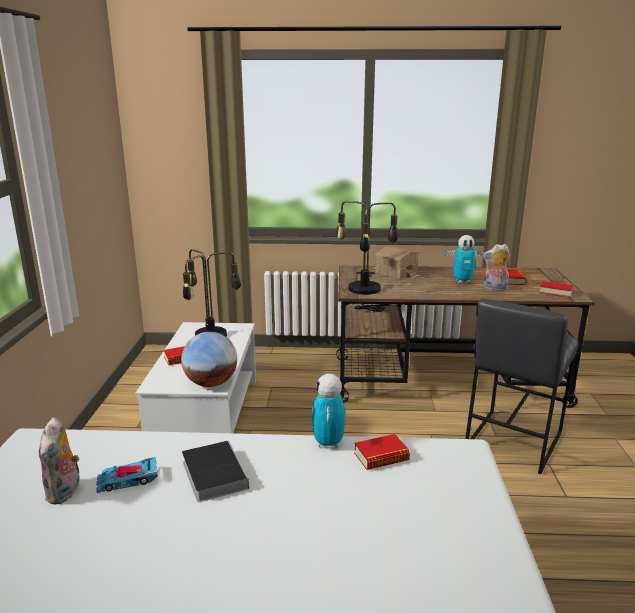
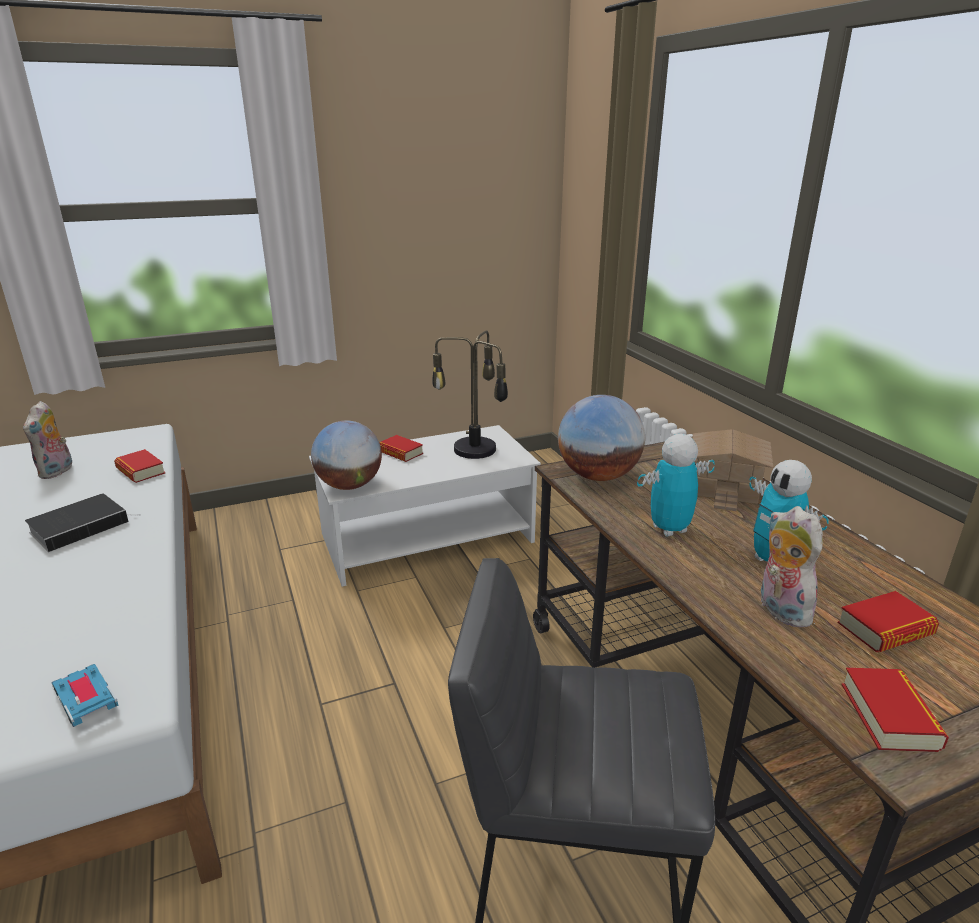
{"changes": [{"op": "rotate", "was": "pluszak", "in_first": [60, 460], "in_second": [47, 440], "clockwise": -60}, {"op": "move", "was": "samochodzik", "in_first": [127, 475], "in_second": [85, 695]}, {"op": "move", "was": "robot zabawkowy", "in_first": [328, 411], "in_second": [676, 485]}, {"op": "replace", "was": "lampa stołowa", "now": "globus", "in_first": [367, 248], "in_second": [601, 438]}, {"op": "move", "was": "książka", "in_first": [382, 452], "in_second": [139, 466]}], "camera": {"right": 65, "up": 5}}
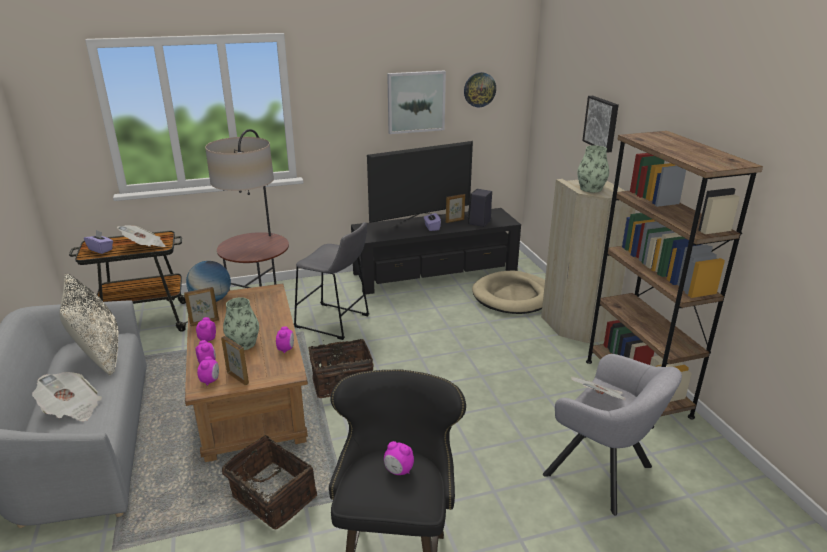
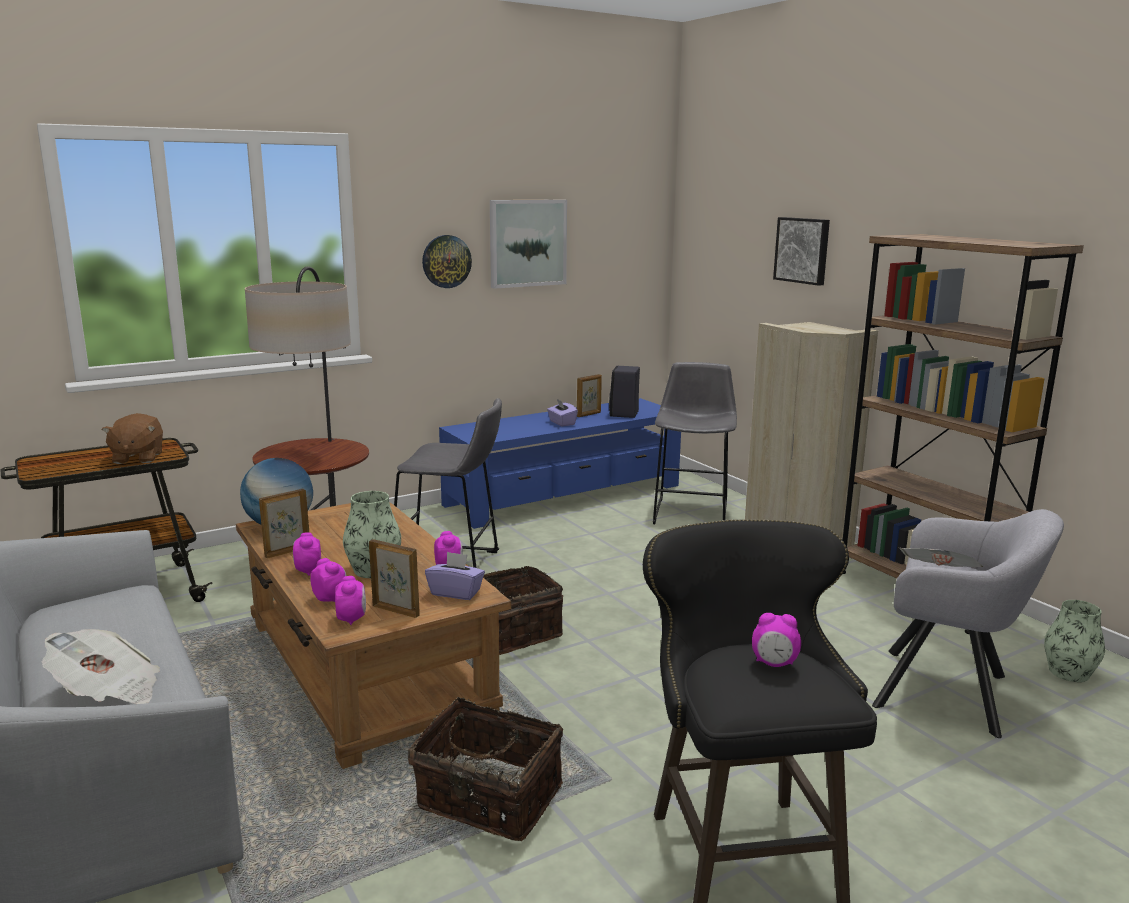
{"changes": [{"op": "delete", "was": "poduszka [beżowy]", "in_first": [89, 324]}, {"op": "move", "was": "pudełko chusteczek [fioletowy]", "in_first": [98, 242], "in_second": [455, 575]}, {"op": "replace", "was": "gazeta", "now": "pluszak [brązowy]", "in_first": [141, 236], "in_second": [132, 438]}, {"op": "recolor", "was": "szafka pod telewizor [czarny]", "now": "szafka pod telewizor [niebieski]", "in_first": [436, 251], "in_second": [560, 463]}, {"op": "delete", "was": "telewizor", "in_first": [420, 184]}, {"op": "move", "was": "zegar ścienny", "in_first": [480, 90], "in_second": [447, 261]}, {"op": "replace", "was": "legowisko [beżowy]", "now": "stołek [szary]", "in_first": [508, 292], "in_second": [695, 443]}, {"op": "move", "was": "wazon", "in_first": [593, 169], "in_second": [1074, 641]}], "camera": {"right": -15, "up": -10}}
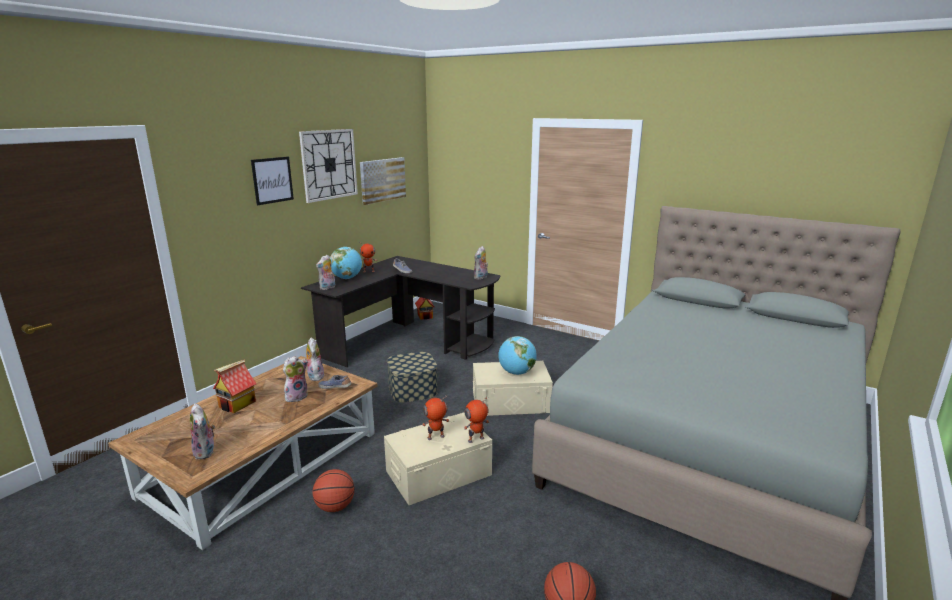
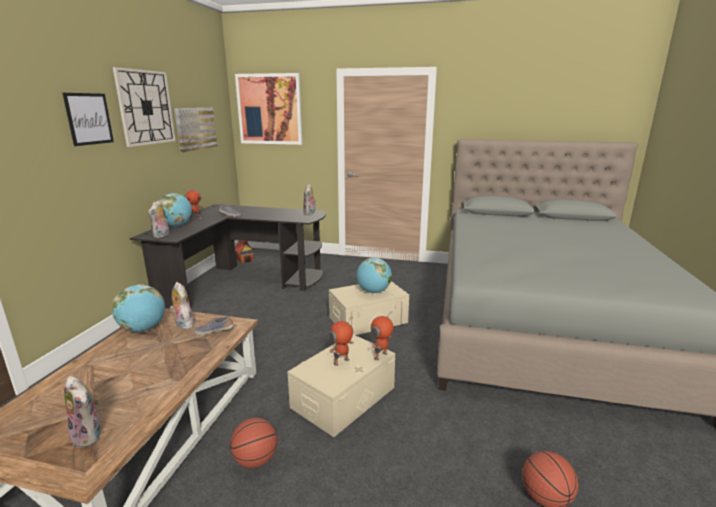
{"changes": [{"op": "delete", "was": "domek", "in_first": [234, 386]}, {"op": "delete", "was": "pluszak", "in_first": [295, 379]}, {"op": "delete", "was": "pojemnik do przechowywania", "in_first": [412, 377]}, {"op": "insert", "now": "globus", "in_second": [138, 308]}, {"op": "insert", "now": "obraz", "in_second": [269, 109]}], "camera": {"right": -20, "up": 0}}
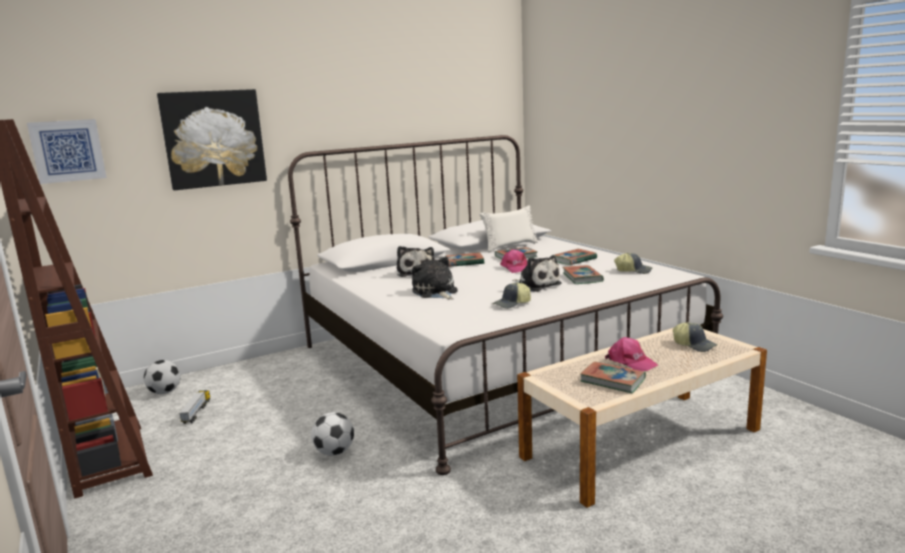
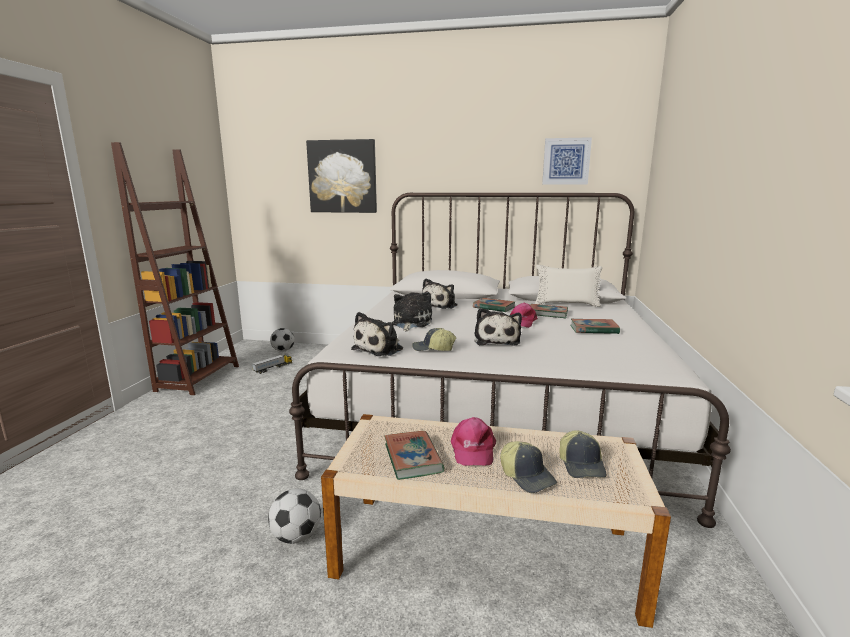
{"changes": [{"op": "move", "was": "obraz", "in_first": [67, 151], "in_second": [567, 161]}, {"op": "move", "was": "piłka futbolowa", "in_first": [332, 434], "in_second": [294, 516]}, {"op": "delete", "was": "książka", "in_first": [583, 274]}, {"op": "move", "was": "czapka z daszkiem", "in_first": [633, 263], "in_second": [528, 467]}, {"op": "insert", "now": "pluszak", "in_second": [377, 334]}], "camera": {"right": 40, "up": 0}}
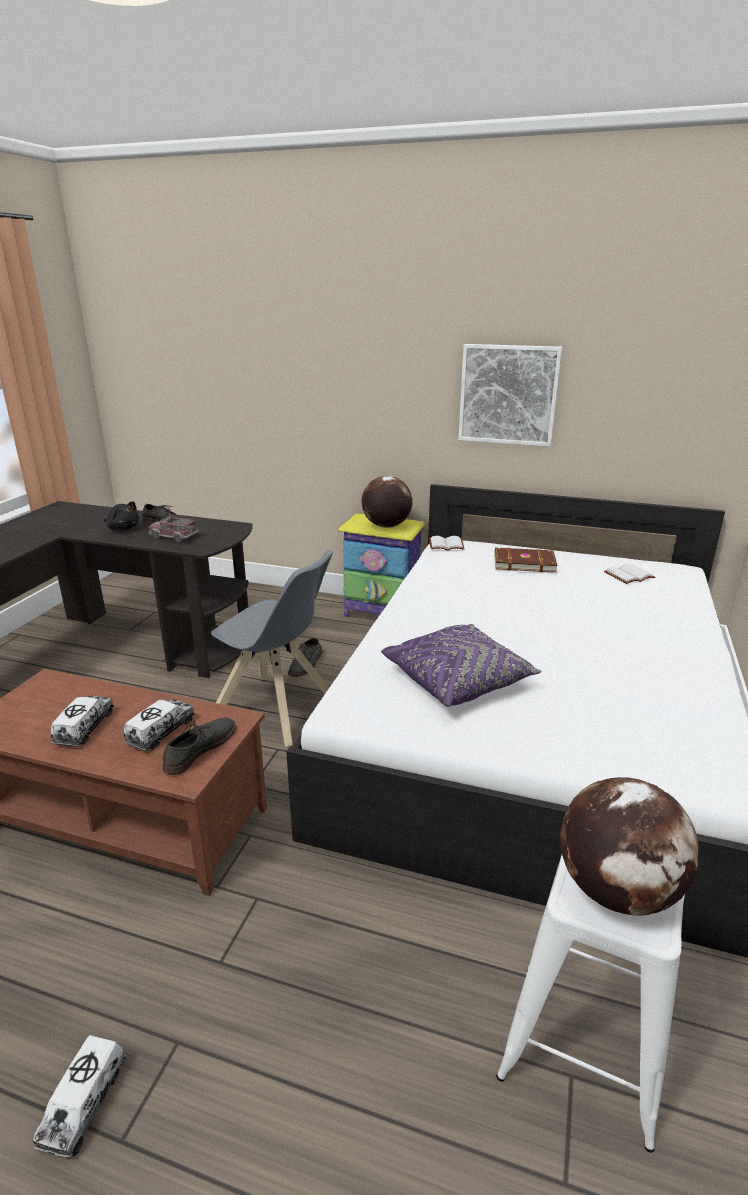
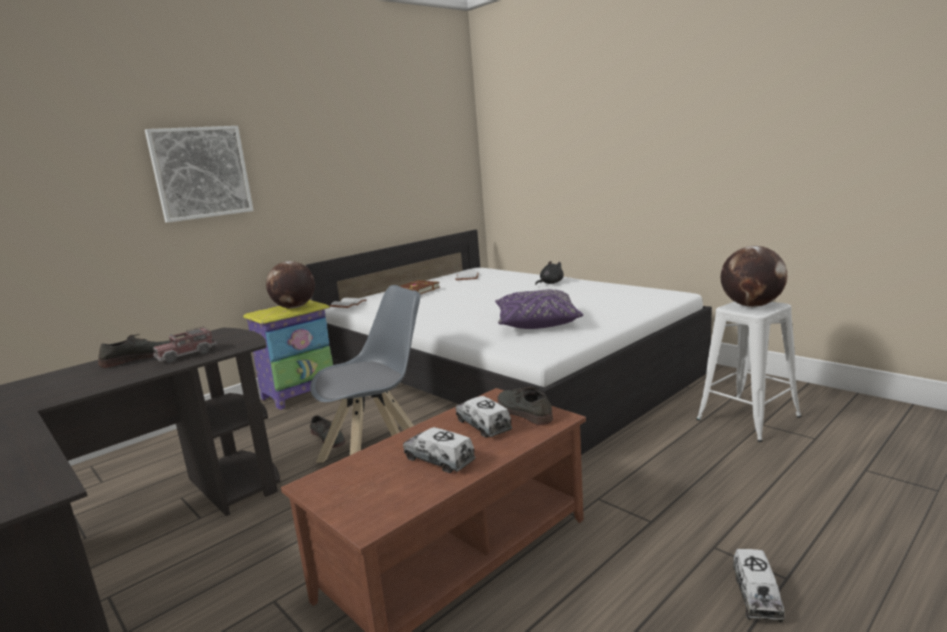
{"changes": [{"op": "rotate", "was": "ciężarówka zabawkowa", "in_first": [79, 1096], "in_second": [759, 585], "clockwise": 60}, {"op": "move", "was": "pluszak [czarny]", "in_first": [121, 515], "in_second": [549, 273]}, {"op": "move", "was": "obraz", "in_first": [510, 395], "in_second": [199, 174]}], "camera": {"right": -60, "up": -10}}
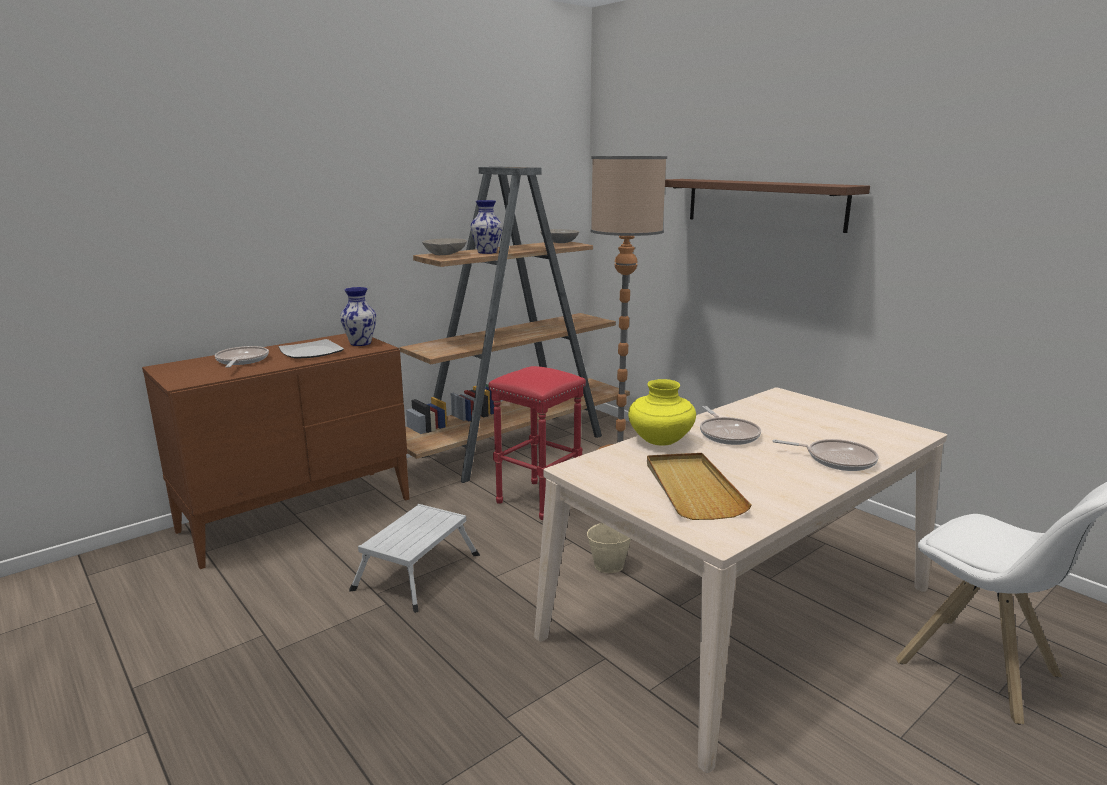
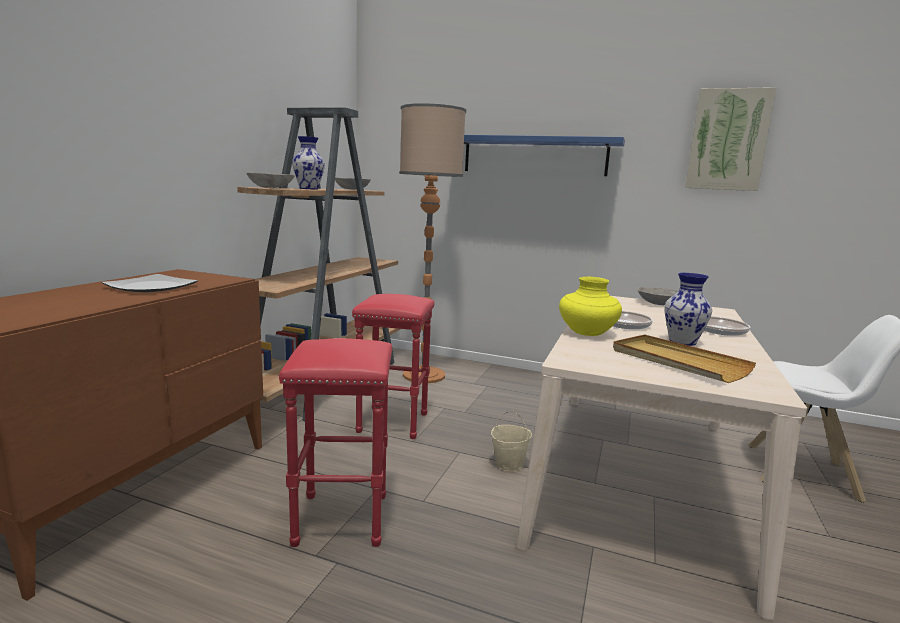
{"changes": [{"op": "delete", "was": "patelnia", "in_first": [242, 357]}, {"op": "move", "was": "wazon", "in_first": [358, 316], "in_second": [688, 309]}, {"op": "replace", "was": "drabinka [biały]", "now": "stołek [czerwony]", "in_first": [414, 558], "in_second": [335, 442]}, {"op": "recolor", "was": "półka [brązowy]", "now": "półka [niebieski]", "in_first": [767, 206], "in_second": [544, 155]}, {"op": "insert", "now": "miska [szary]", "in_second": [657, 296]}, {"op": "insert", "now": "obraz", "in_second": [730, 139]}], "camera": {"right": -30, "up": -5}}
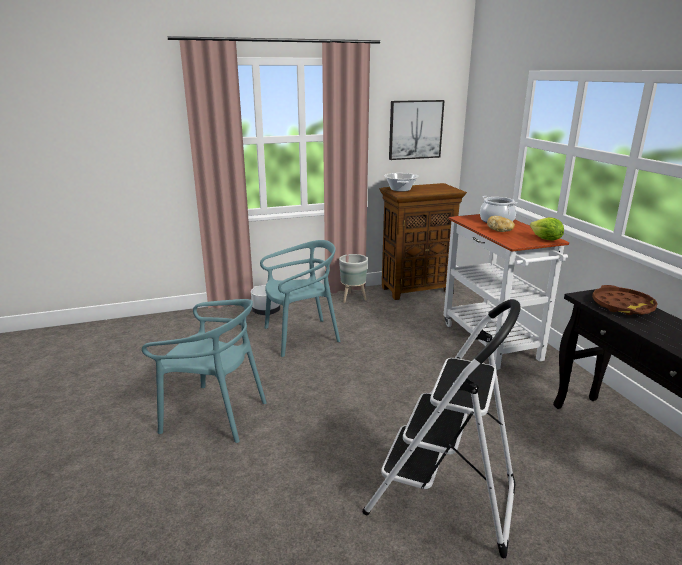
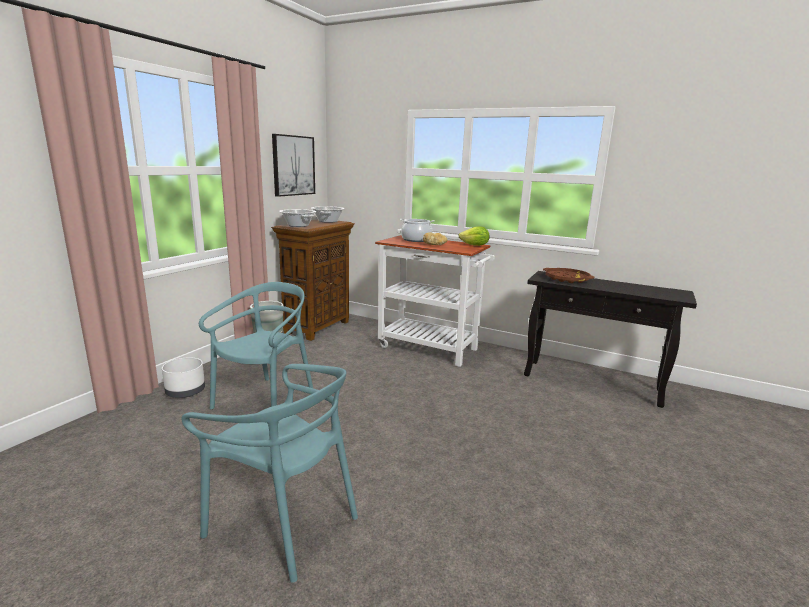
{"changes": [{"op": "rotate", "was": "krzesło [turkusowy]", "in_first": [204, 371], "in_second": [269, 473], "clockwise": 60}, {"op": "delete", "was": "drabinka", "in_first": [441, 428]}, {"op": "insert", "now": "garnek", "in_second": [328, 214]}], "camera": {"right": -45, "up": -5}}
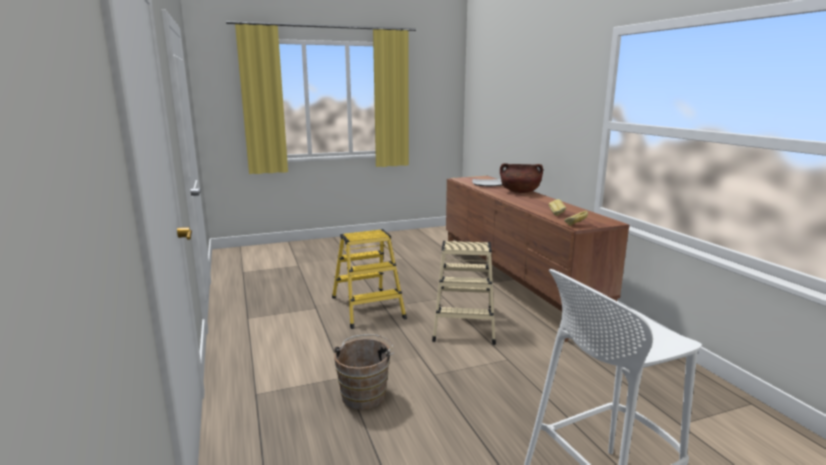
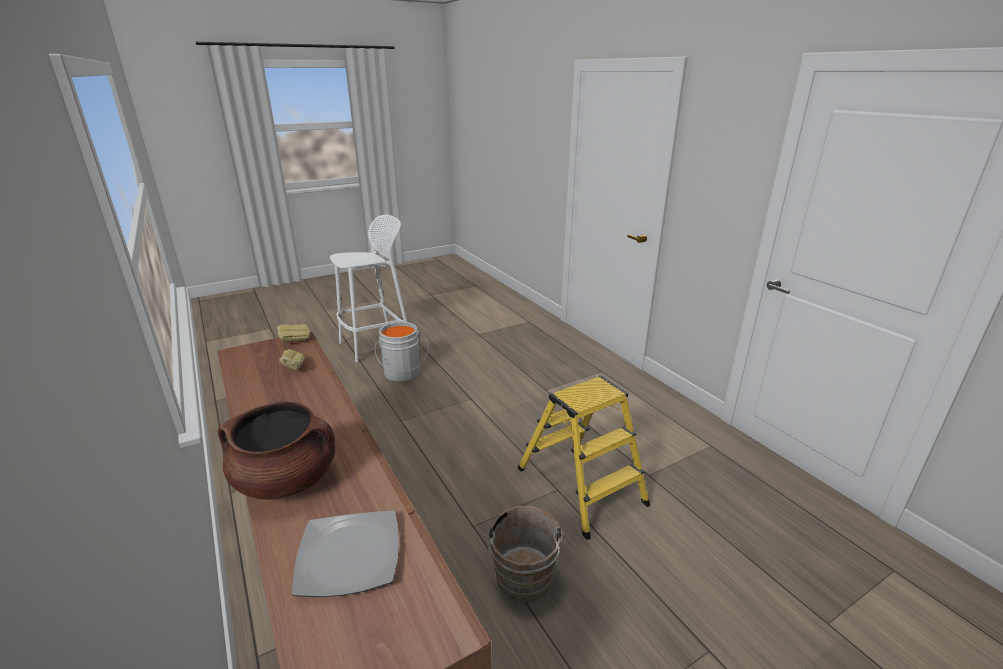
{"changes": [{"op": "move", "was": "wiadro [brązowy]", "in_first": [364, 372], "in_second": [524, 554]}, {"op": "delete", "was": "drabinka [beżowy]", "in_first": [464, 293]}, {"op": "insert", "now": "wiadro [szary]", "in_second": [401, 352]}], "camera": {"right": 170, "up": 10}}
